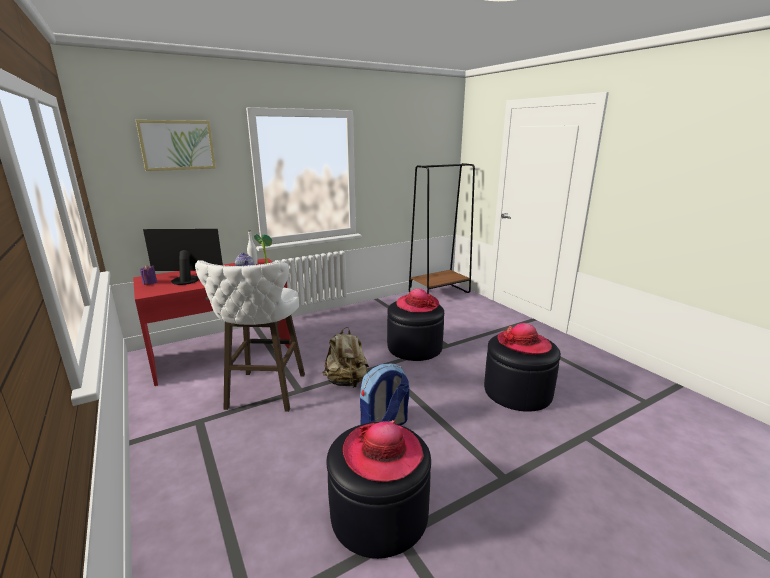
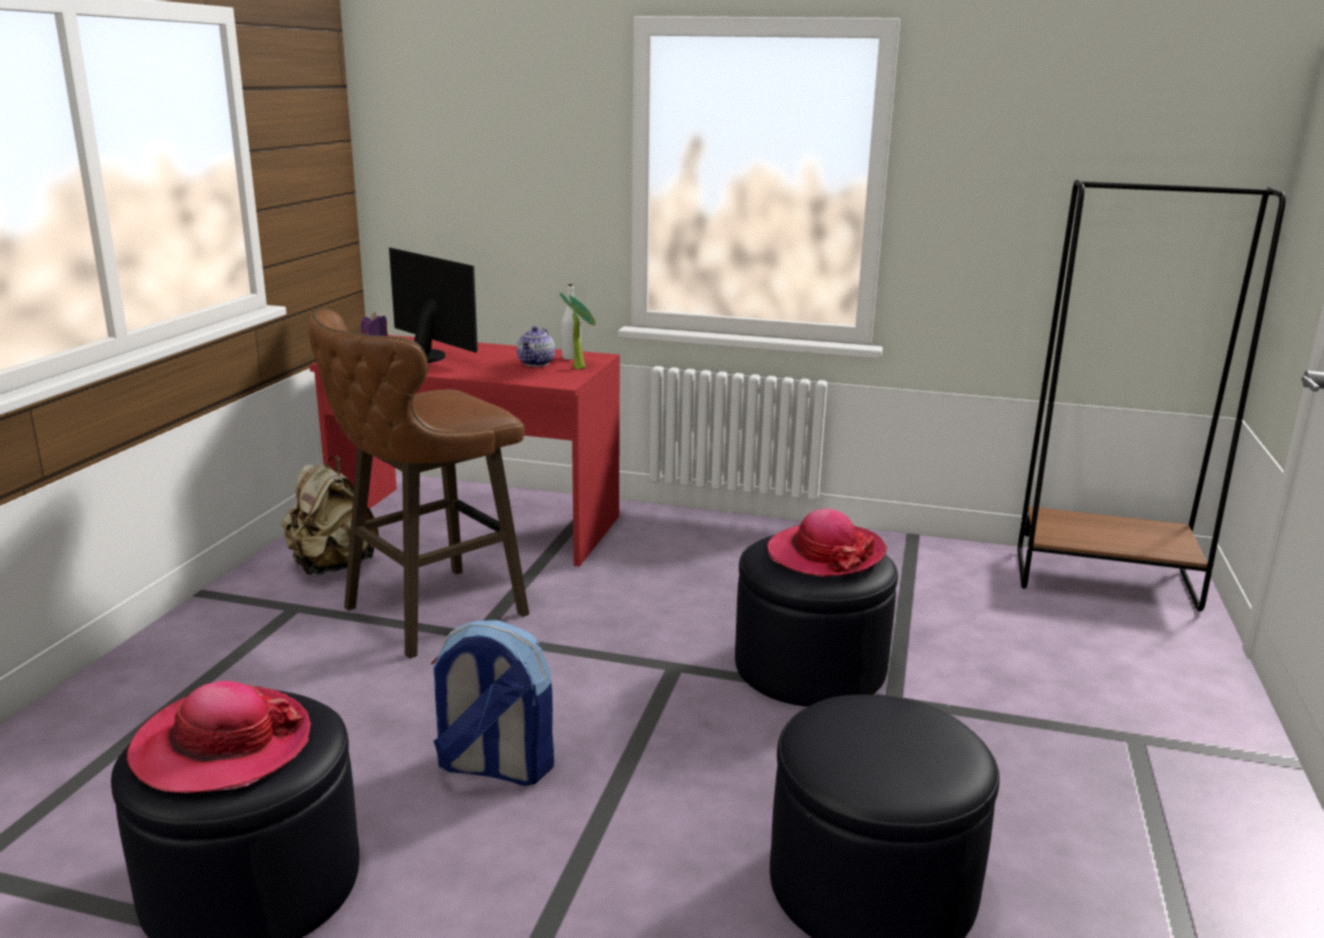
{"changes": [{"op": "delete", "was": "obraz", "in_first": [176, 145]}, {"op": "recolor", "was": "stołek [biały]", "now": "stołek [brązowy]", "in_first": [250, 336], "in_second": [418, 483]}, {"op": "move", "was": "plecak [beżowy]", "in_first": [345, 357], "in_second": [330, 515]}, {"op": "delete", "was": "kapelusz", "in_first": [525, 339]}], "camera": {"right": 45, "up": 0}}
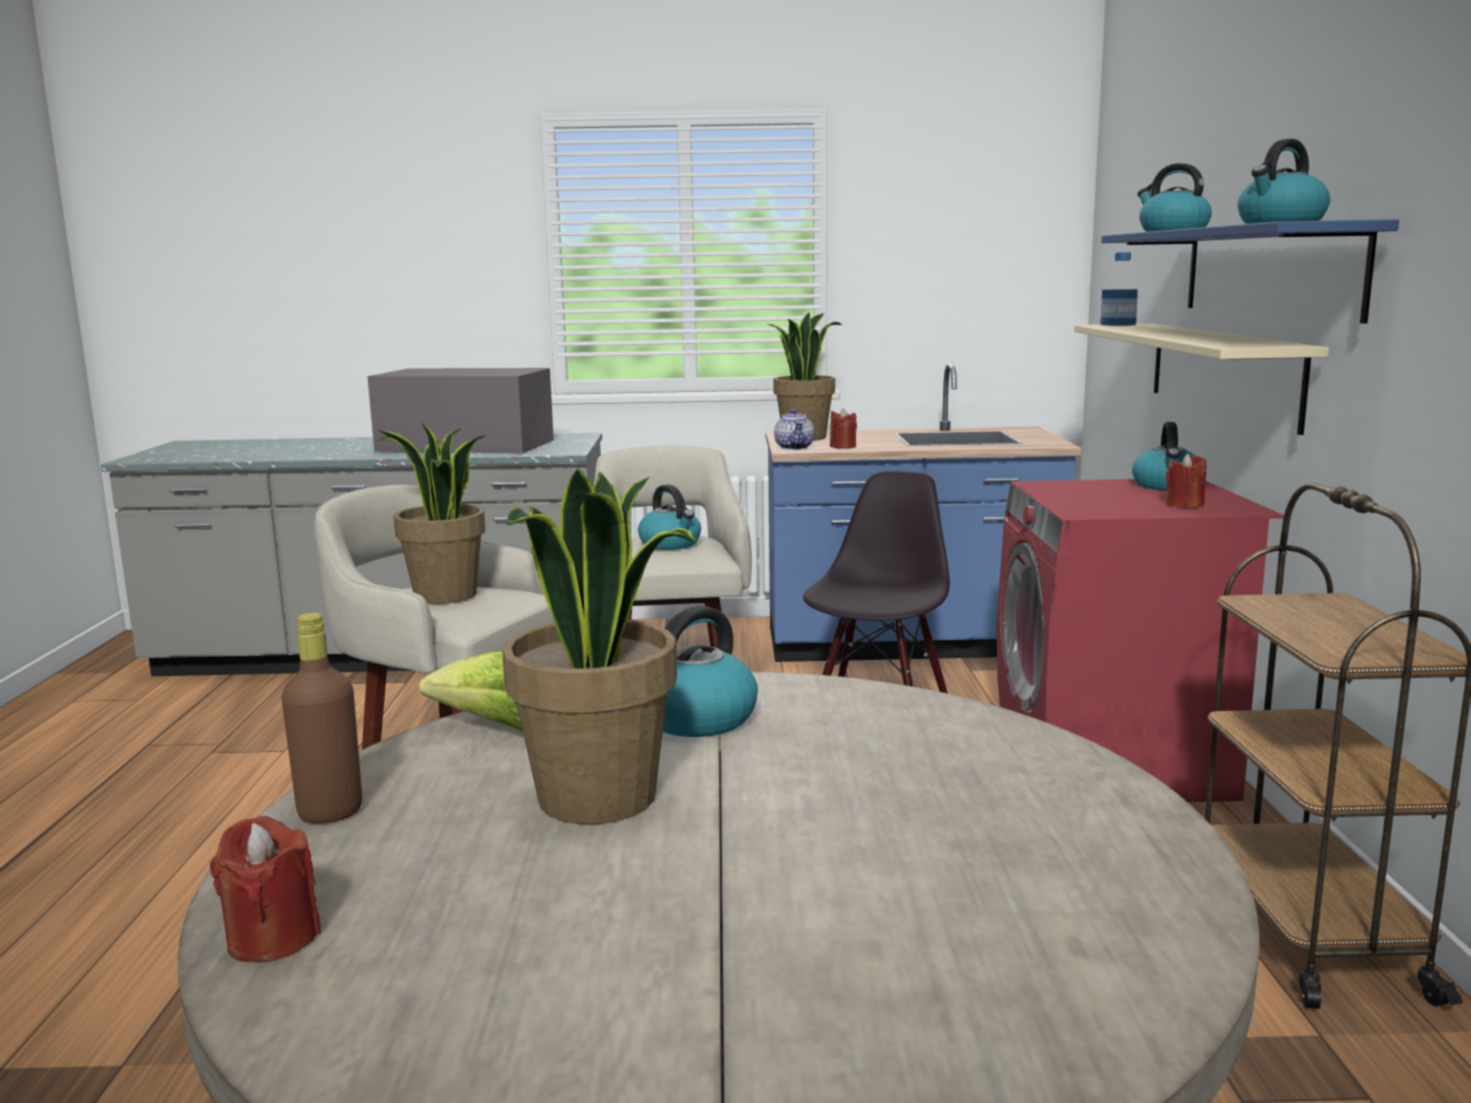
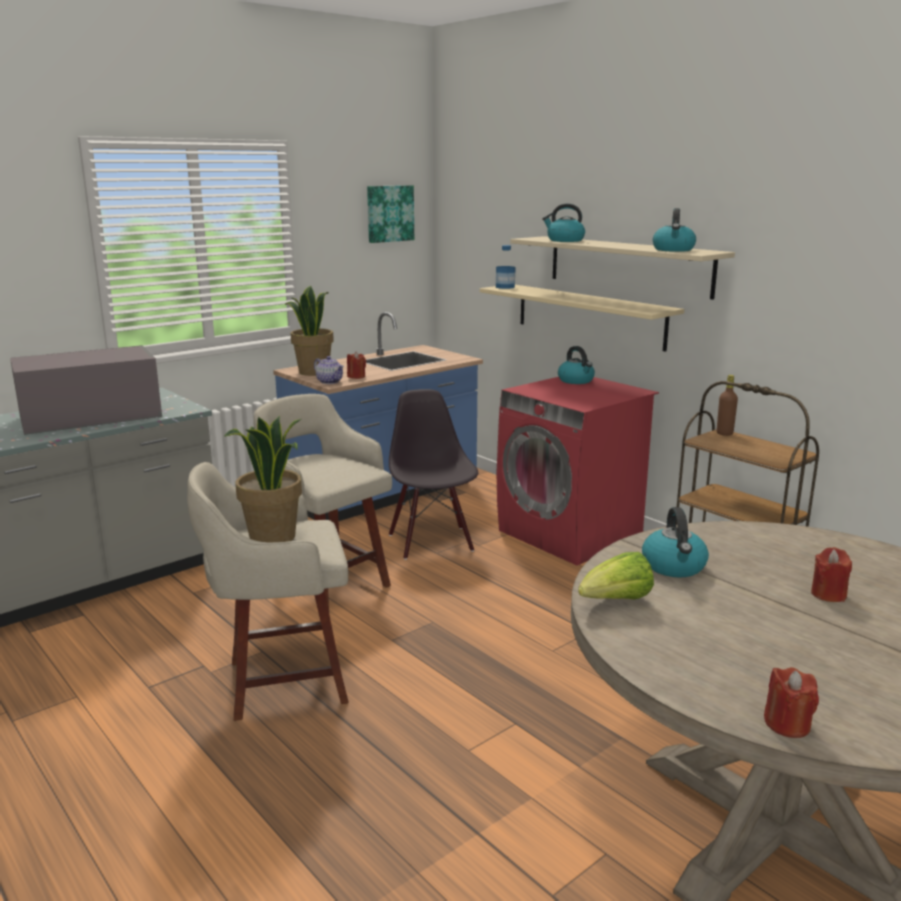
{"changes": [{"op": "move", "was": "butelka [brązowy]", "in_first": [321, 718], "in_second": [727, 405]}, {"op": "delete", "was": "roślina doniczkowa", "in_first": [600, 646]}, {"op": "delete", "was": "czajnik", "in_first": [669, 517]}, {"op": "recolor", "was": "półka [niebieski]", "now": "półka [beżowy]", "in_first": [1250, 271], "in_second": [622, 268]}, {"op": "move", "was": "świeca [czerwony]", "in_first": [1186, 480], "in_second": [831, 574]}, {"op": "insert", "now": "obraz", "in_second": [390, 214]}], "camera": {"right": -40, "up": 5}}
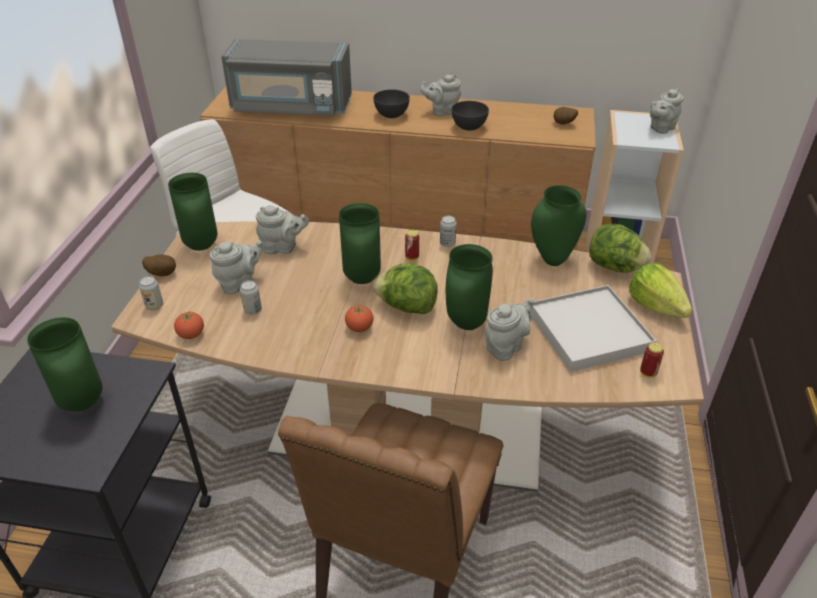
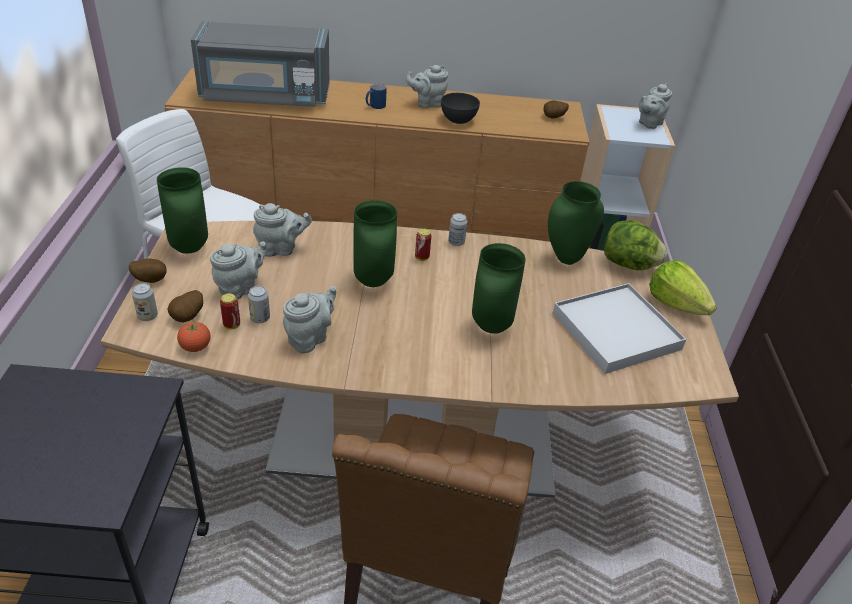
{"changes": [{"op": "delete", "was": "wazon [zielony]", "in_first": [65, 364]}, {"op": "delete", "was": "pomidor", "in_first": [359, 318]}, {"op": "replace", "was": "miska [szary]", "now": "kubek [niebieski]", "in_first": [391, 103], "in_second": [376, 96]}, {"op": "delete", "was": "sałata", "in_first": [406, 288]}, {"op": "move", "was": "imbryk [szary]", "in_first": [509, 329], "in_second": [309, 319]}, {"op": "move", "was": "puszka", "in_first": [652, 360], "in_second": [230, 311]}, {"op": "insert", "now": "ziemniak", "in_second": [185, 306]}], "camera": {"right": -10, "up": 0}}
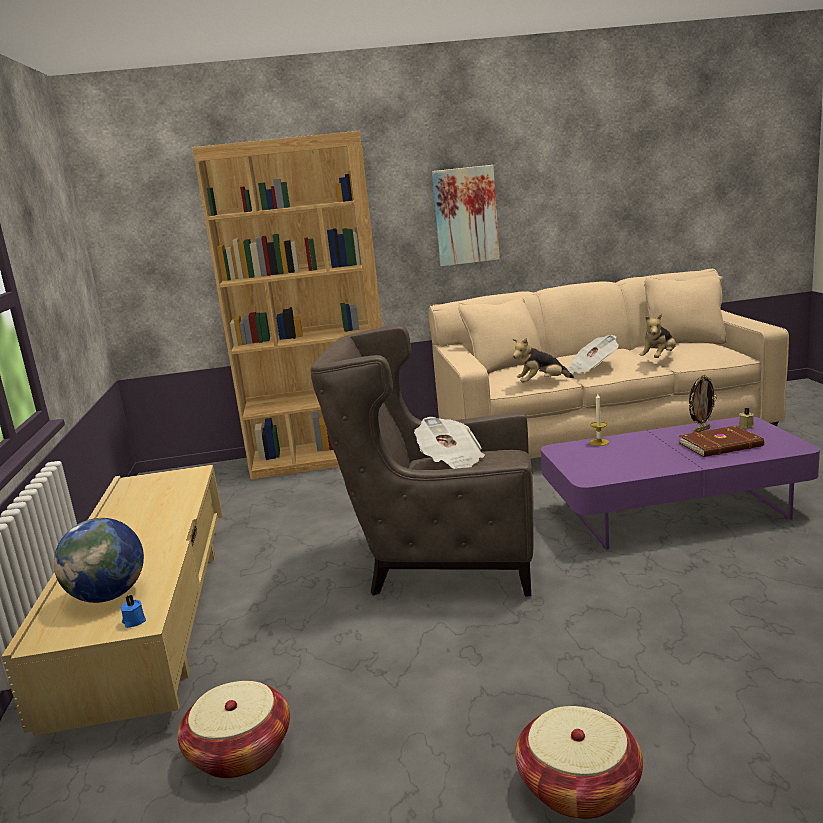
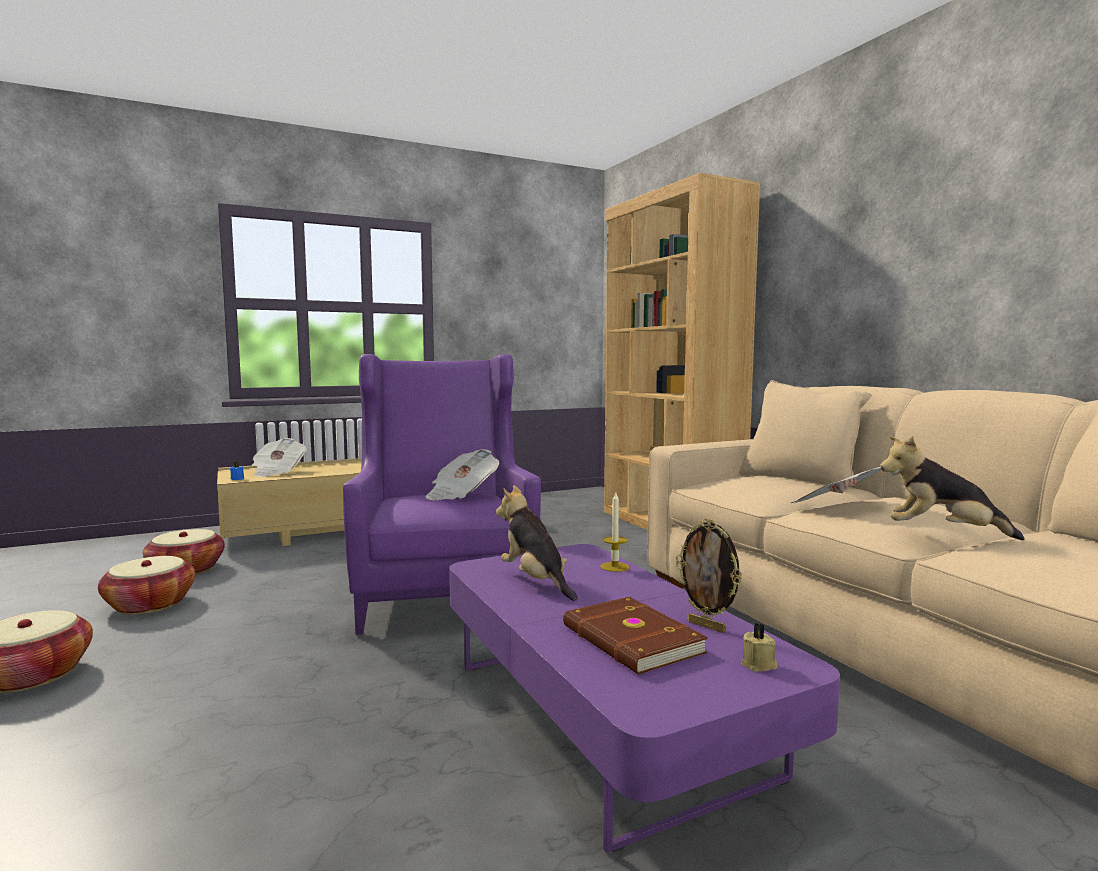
{"changes": [{"op": "replace", "was": "globus", "now": "gazeta", "in_first": [99, 560], "in_second": [279, 457]}, {"op": "recolor", "was": "fotel [szary]", "now": "fotel [fioletowy]", "in_first": [422, 461], "in_second": [442, 494]}, {"op": "delete", "was": "obraz", "in_first": [466, 215]}, {"op": "move", "was": "pluszak", "in_first": [543, 360], "in_second": [536, 543]}, {"op": "insert", "now": "koszyk", "in_second": [146, 585]}], "camera": {"right": 70, "up": -10}}
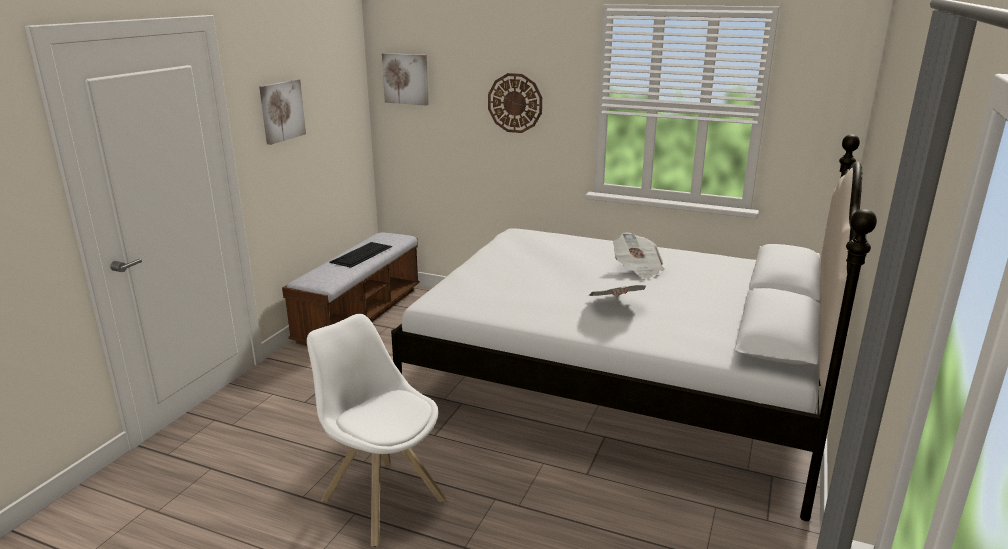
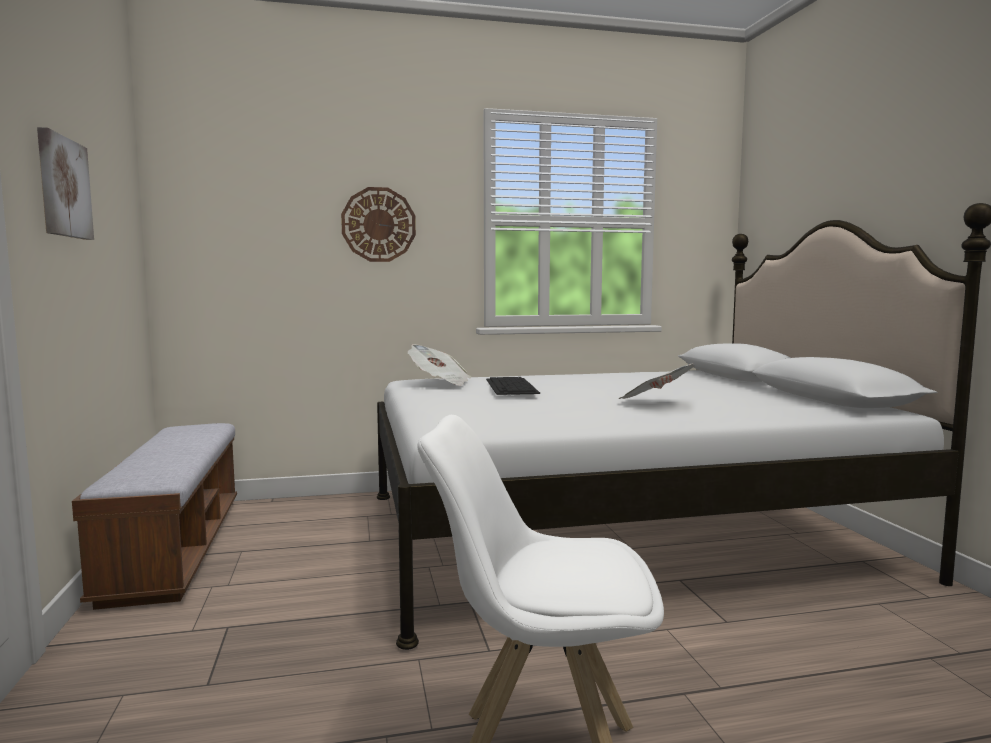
{"changes": [{"op": "move", "was": "klawiatura", "in_first": [360, 255], "in_second": [513, 386]}, {"op": "delete", "was": "obraz", "in_first": [405, 79]}, {"op": "move", "was": "gazeta", "in_first": [639, 256], "in_second": [439, 365]}], "camera": {"right": -35, "up": -15}}
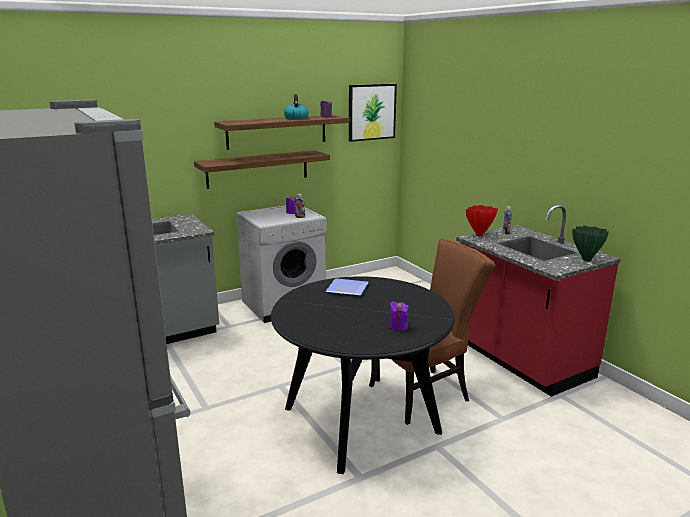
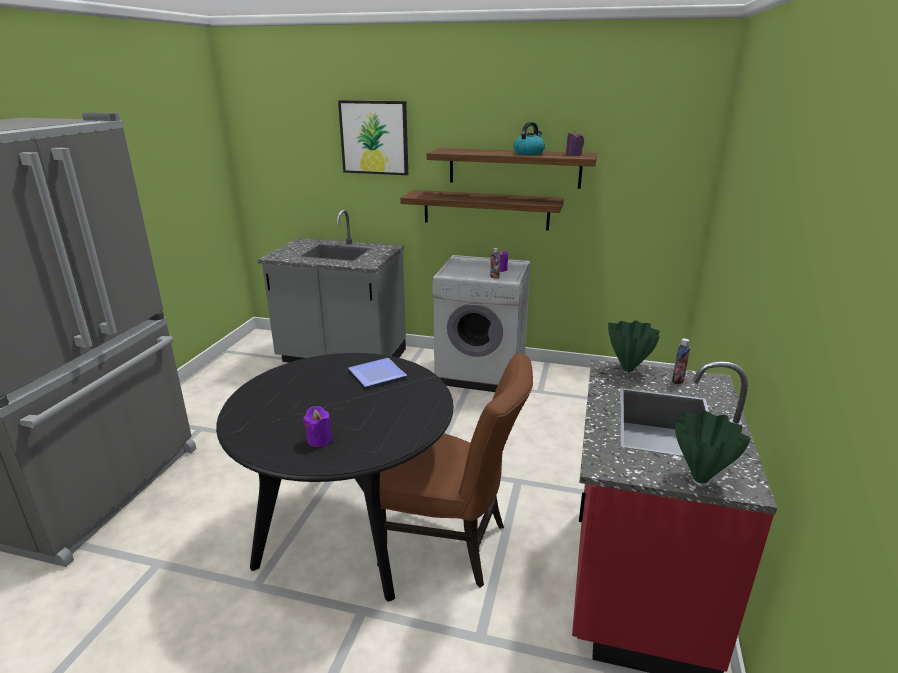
{"changes": [{"op": "move", "was": "obraz", "in_first": [373, 113], "in_second": [373, 137]}, {"op": "recolor", "was": "wazon [czerwony]", "now": "wazon [zielony]", "in_first": [482, 220], "in_second": [634, 346]}], "camera": {"right": 45, "up": 5}}
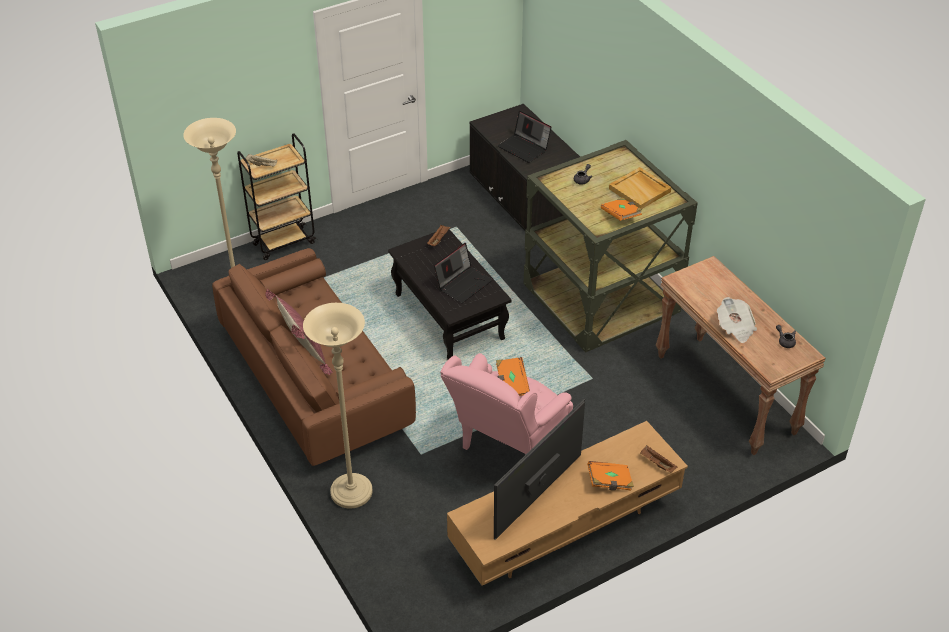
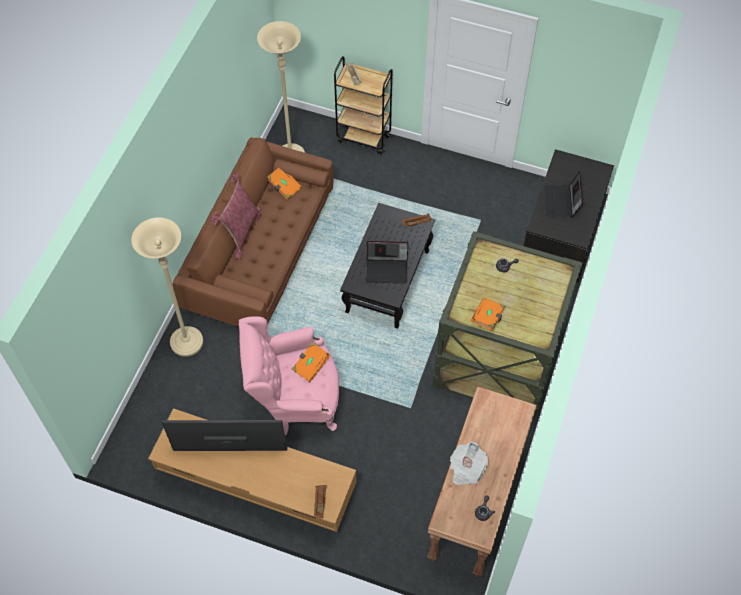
{"changes": [{"op": "move", "was": "książka [pomarańczowy]", "in_first": [610, 476], "in_second": [285, 183]}, {"op": "delete", "was": "taca [beżowy]", "in_first": [640, 188]}], "camera": {"right": 50, "up": 15}}
